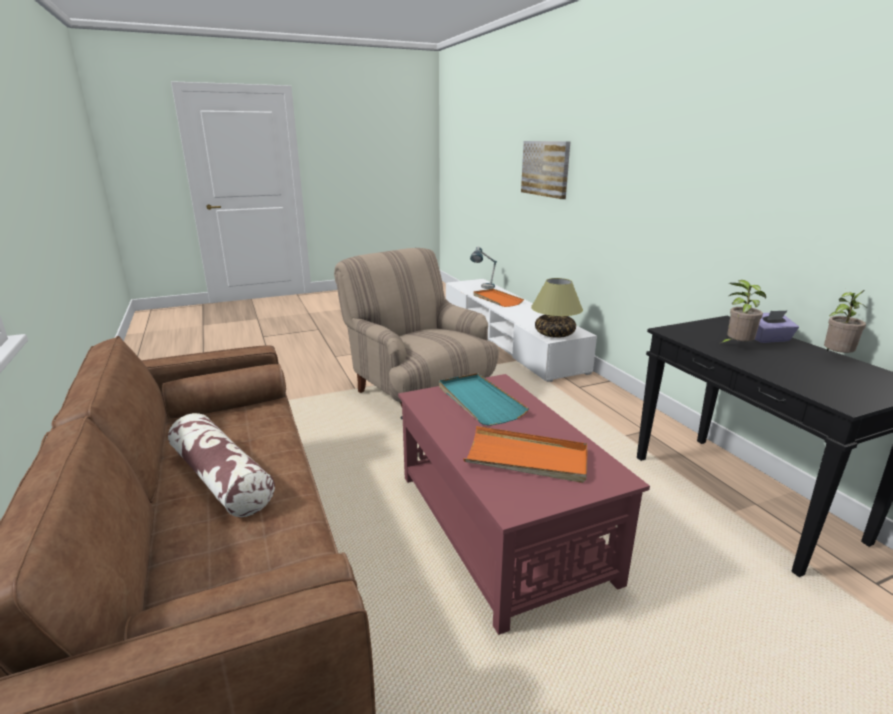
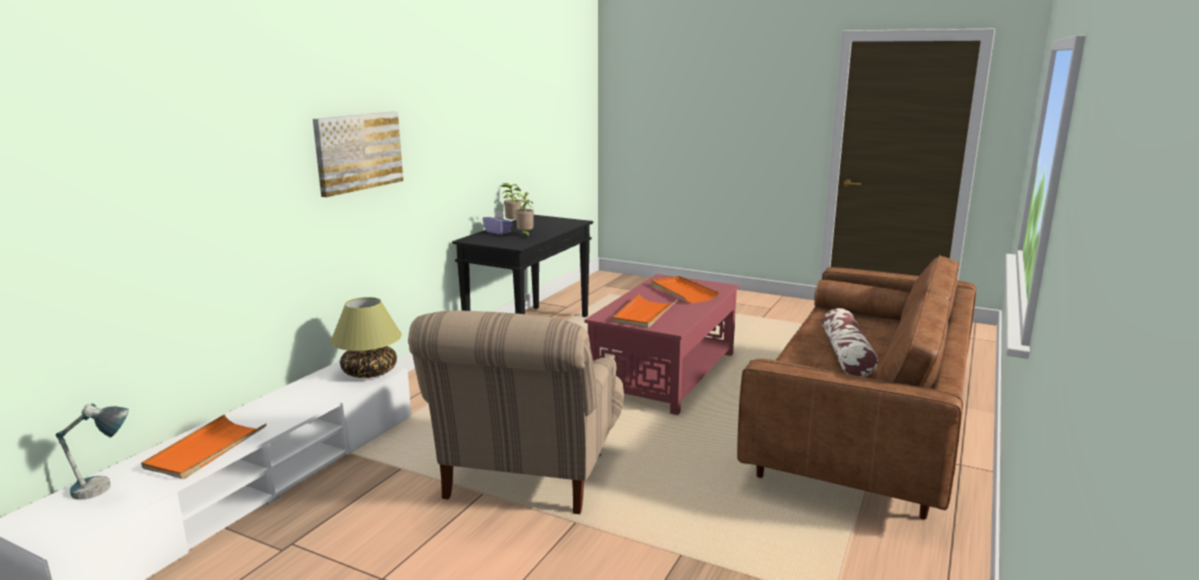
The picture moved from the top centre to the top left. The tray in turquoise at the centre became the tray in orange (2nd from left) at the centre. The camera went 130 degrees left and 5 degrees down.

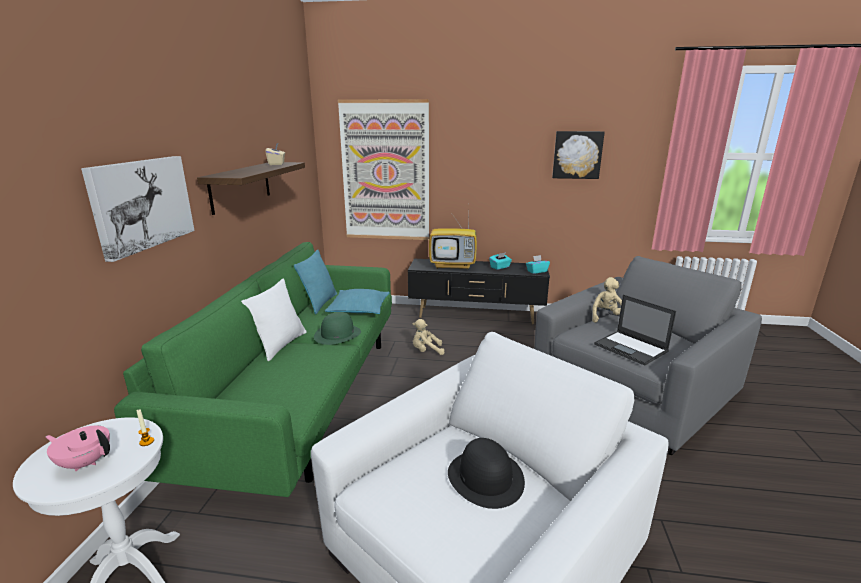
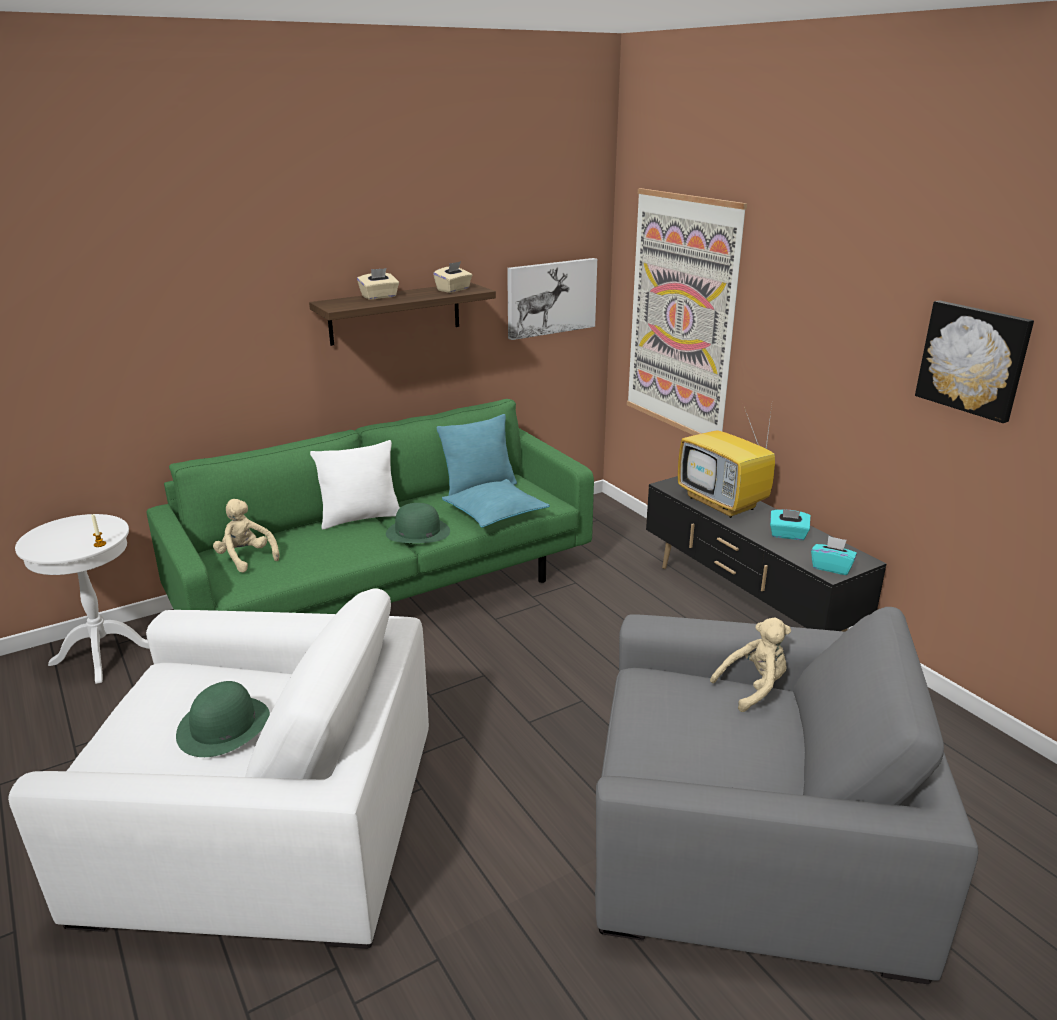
The teapot in pink at the bottom left disappeared. The laptop at the middle right disappeared. The tissue box in beige (1st from left) at the top centre appeared. The picture (1st from left) moved from the middle left to the top centre. The plush toy in beige (1st from left) moved from the centre to the middle left. The hat in black at the bottom centre became the hat in green (1st from left) at the bottom left. The camera went 50 degrees right and 5 degrees up.

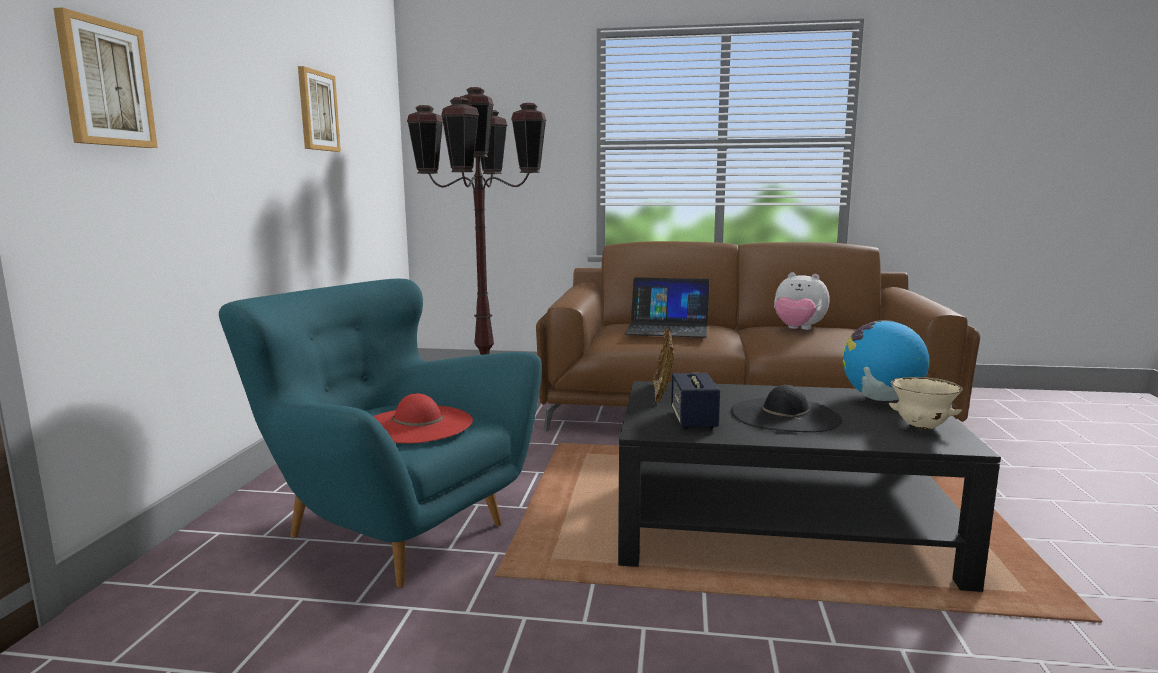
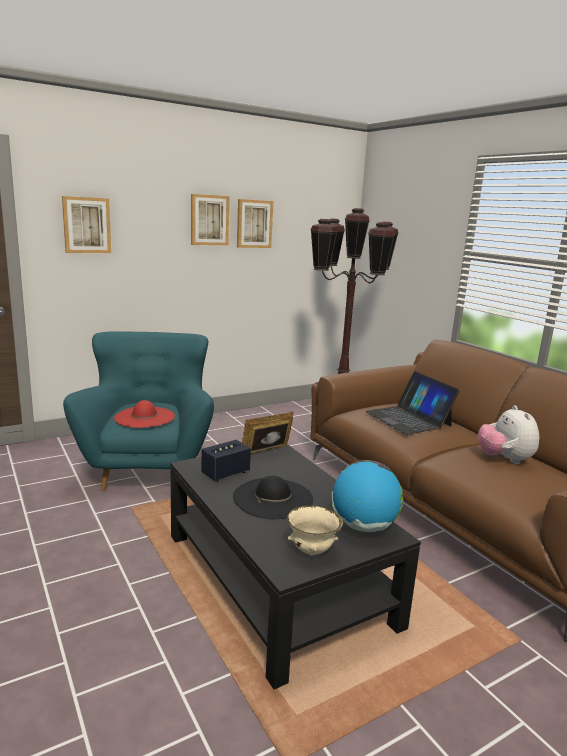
The picture (2nd from left) at the top centre appeared. The camera went 50 degrees right and 5 degrees up.

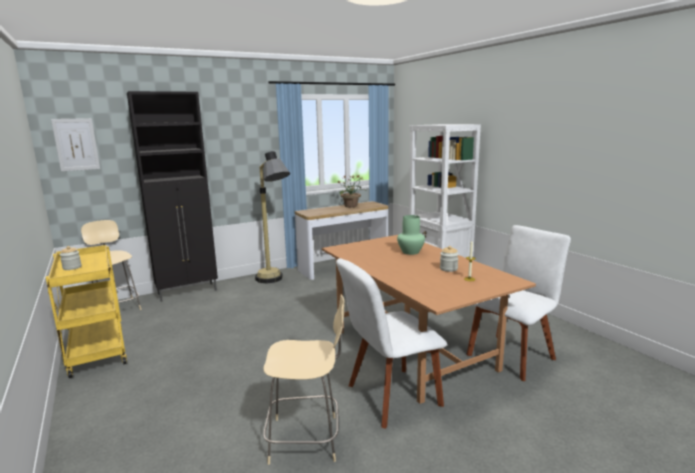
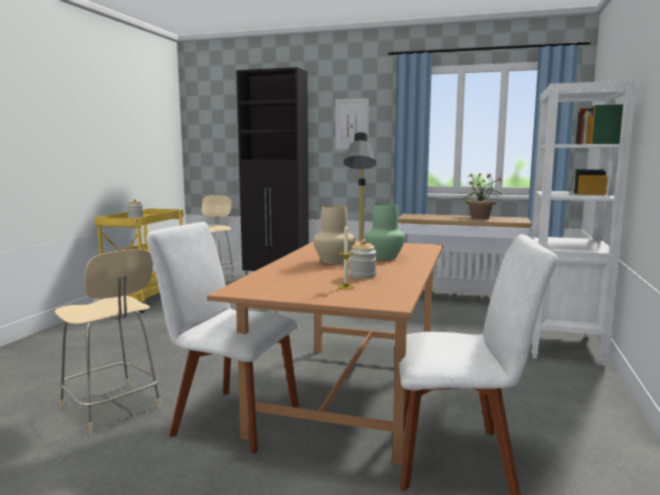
The vase in beige at the centre appeared. The picture moved from the top left to the top centre. The camera went 45 degrees right and 5 degrees down.

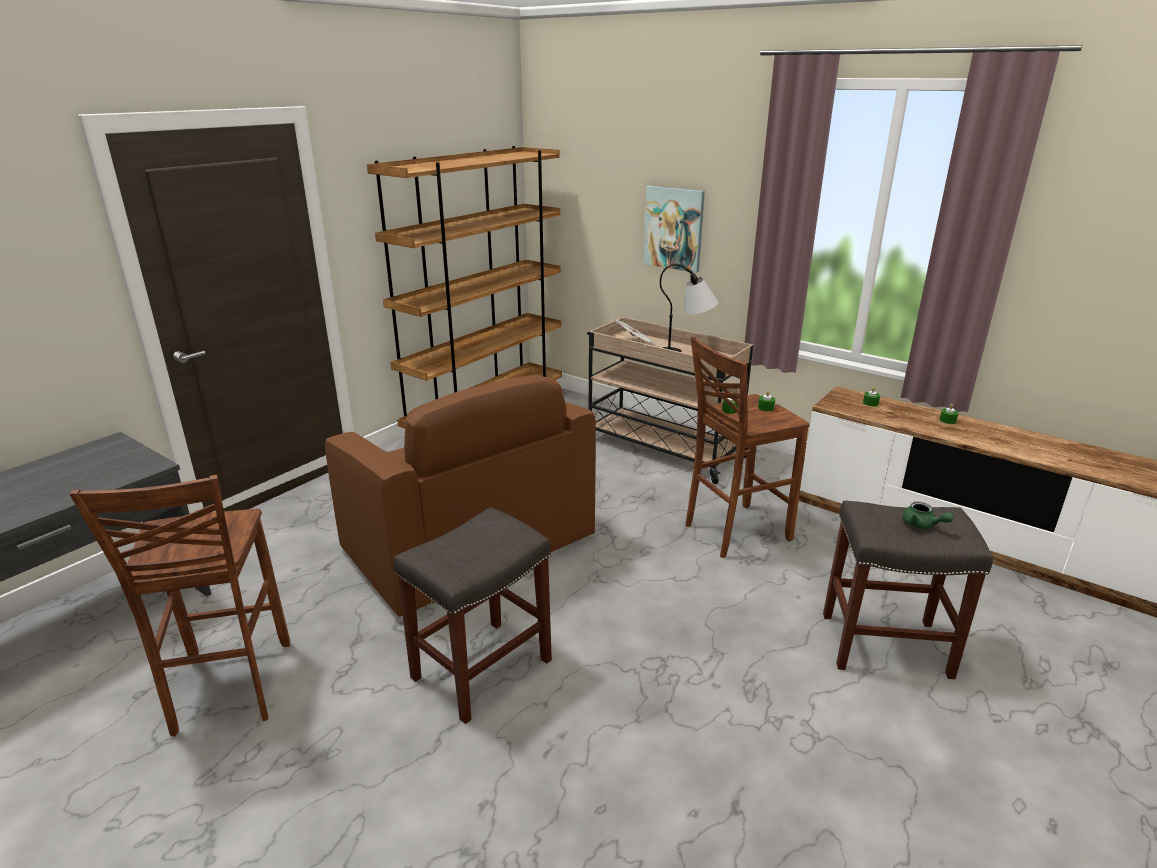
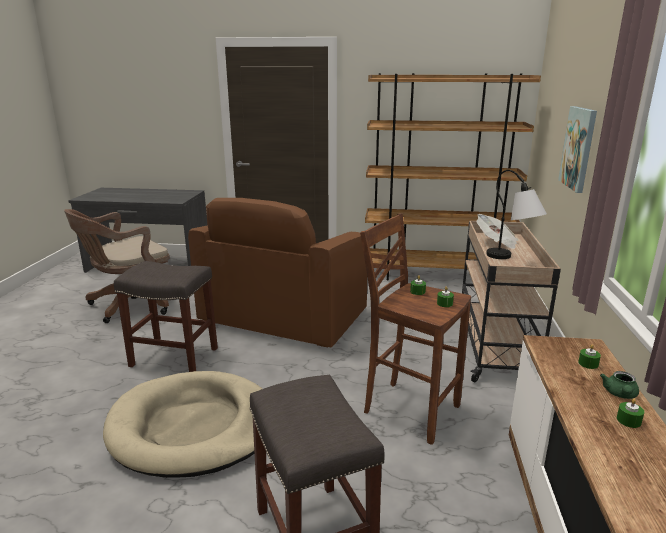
The dog bed in beige at the bottom left appeared. The teapot in green moved from the middle right to the bottom right. The stool in brown (1st from left) at the bottom left was replaced by the office chair in brown at the middle left. The camera went 60 degrees right and 5 degrees down.

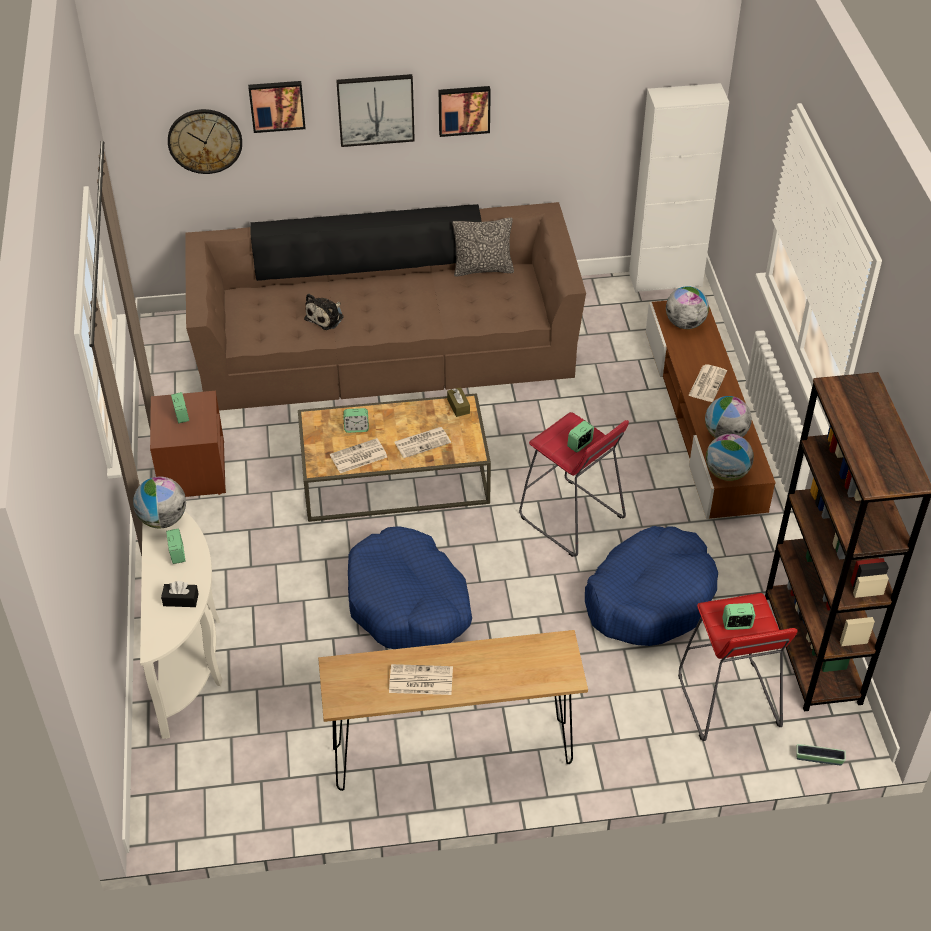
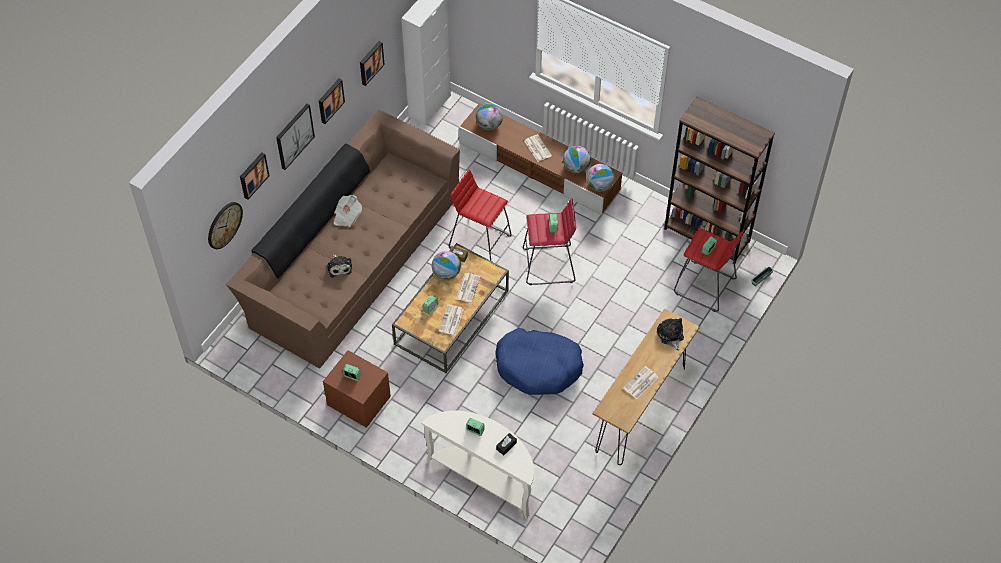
The pillow at the top centre disappeared. The dog bed in blue (2nd from left) at the middle right disappeared. The newspaper (1st from left) at the centre appeared. The picture (4th from left) at the top centre appeared. The stool in red (1st from left) at the centre appeared. The plush toy (2nd from left) at the middle right appeared. The globe (1st from left) moved from the middle left to the centre. The camera went 50 degrees left and 10 degrees up.

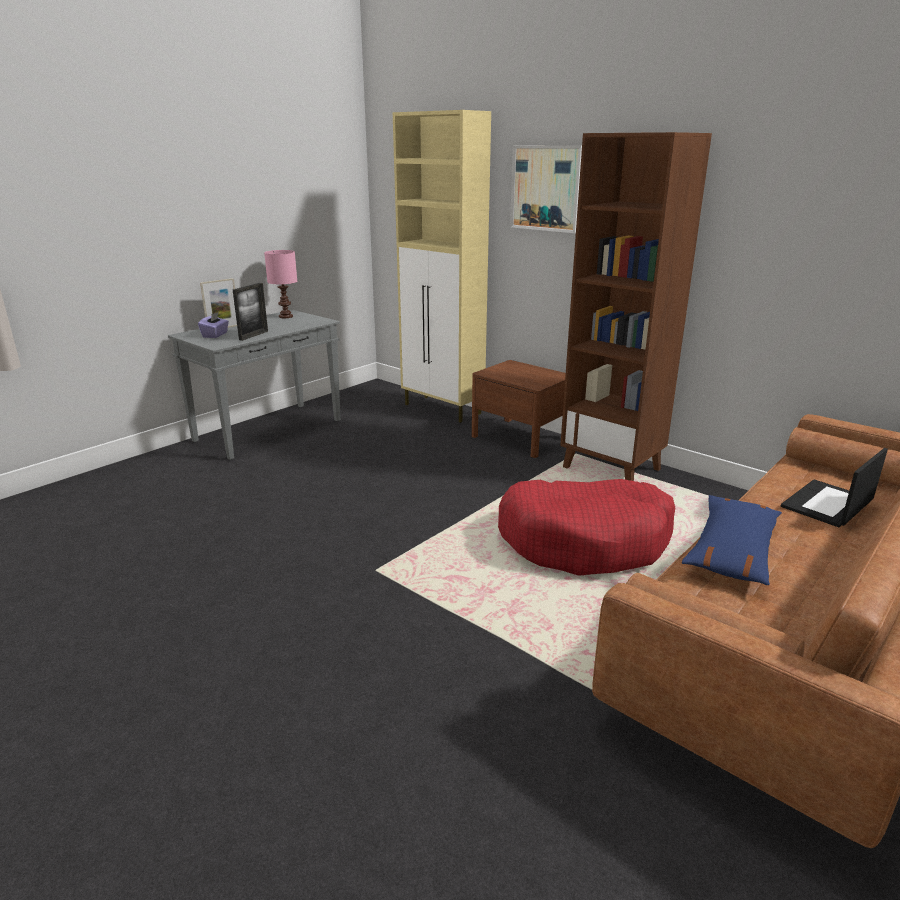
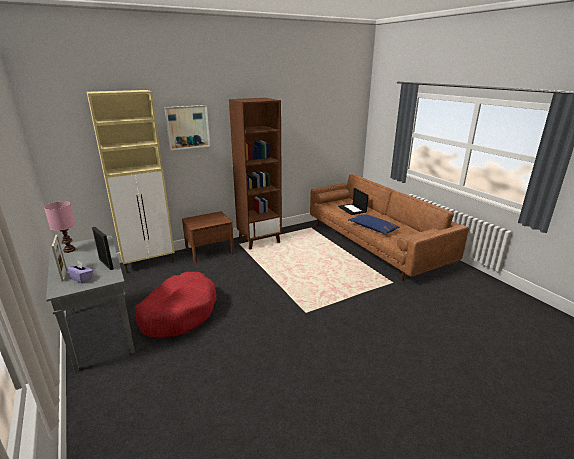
The dog bed in red moved from the centre to the middle left. The camera went 70 degrees left and 0 degrees up.

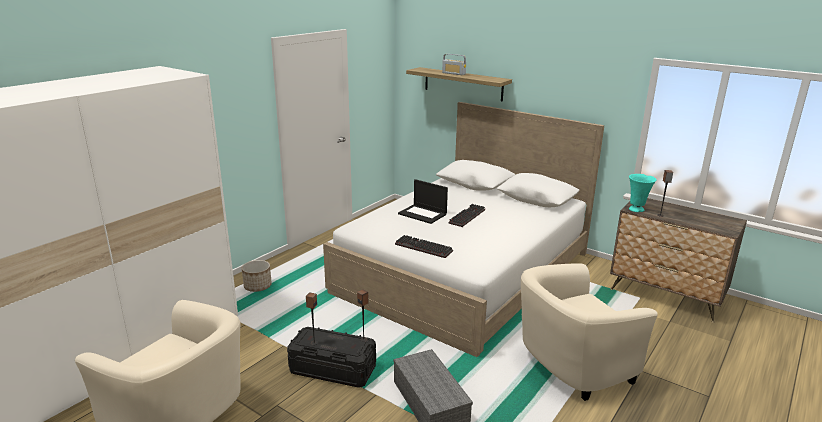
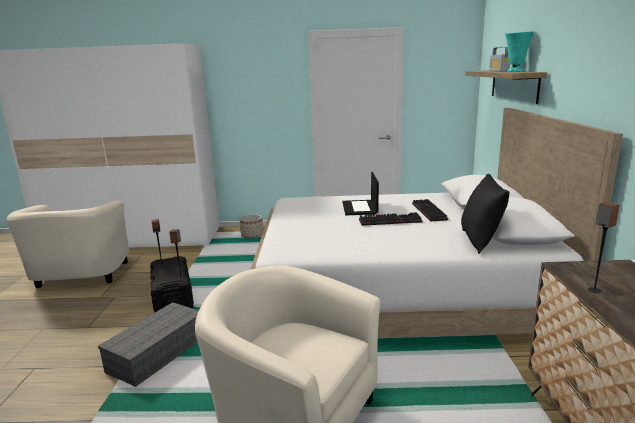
The pillow in black at the middle right appeared. The keyboard (1st from left in the first image) moved from the centre to the middle right. The vase in turquoise moved from the middle right to the top right. The camera went 55 degrees right and 5 degrees down.

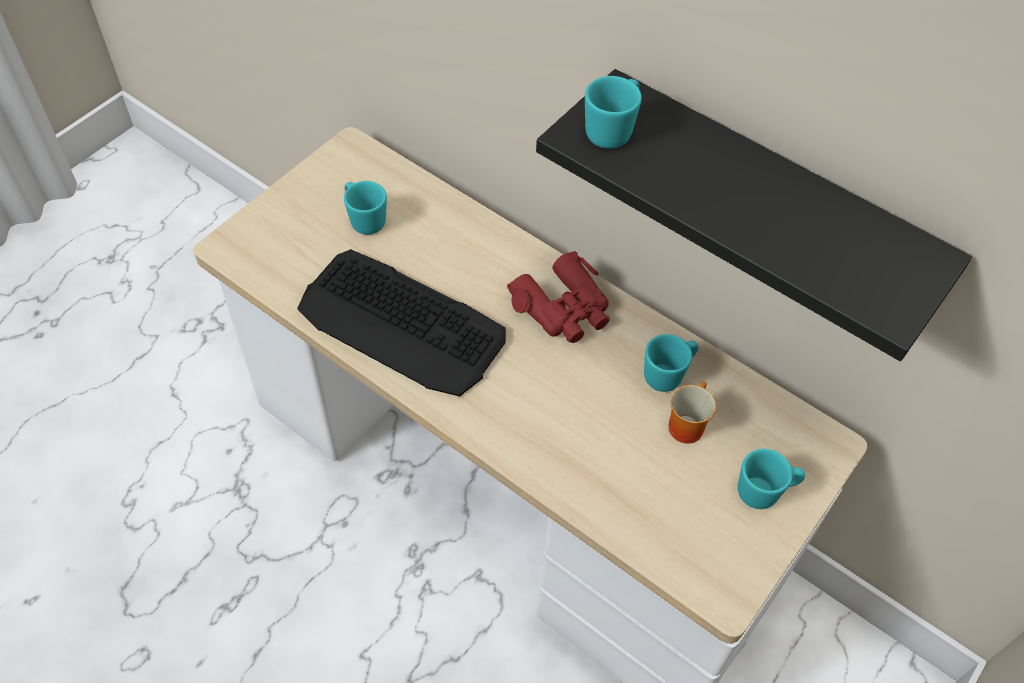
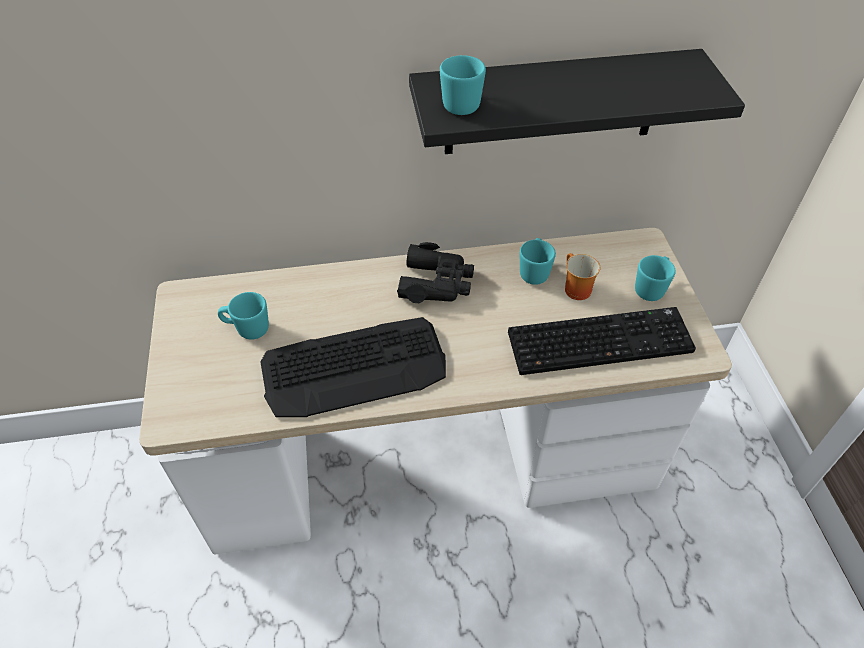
The keyboard (2nd from left) at the middle right appeared. The binoculars in red at the centre became the binoculars in black at the centre. The camera went 45 degrees left and 5 degrees down.

